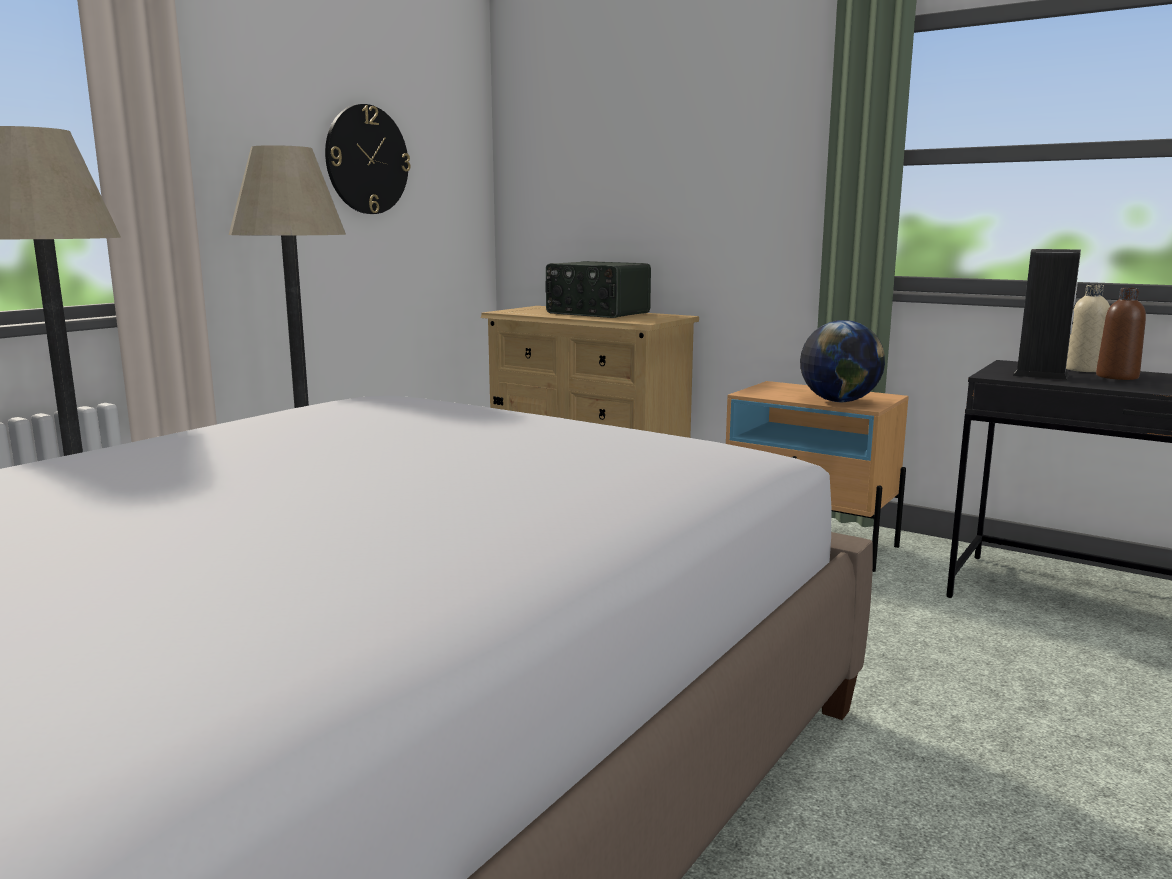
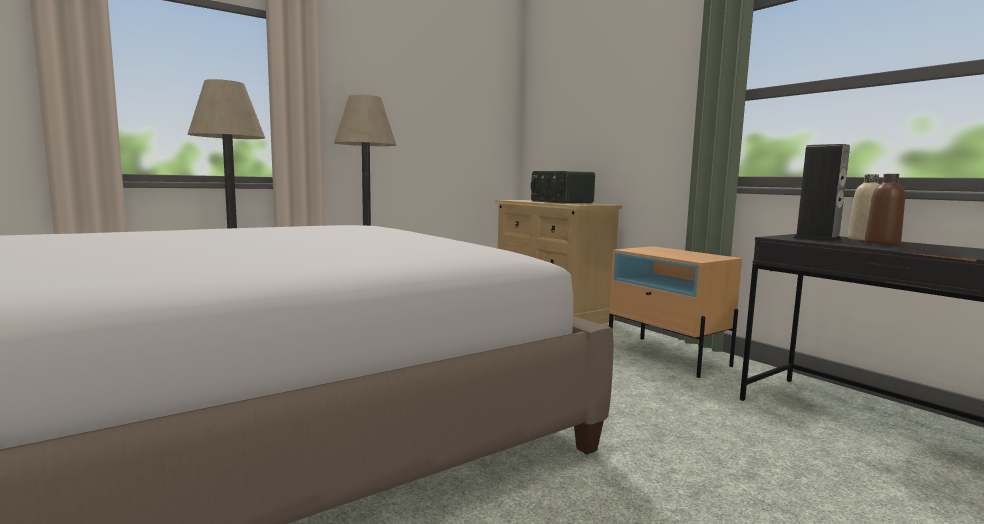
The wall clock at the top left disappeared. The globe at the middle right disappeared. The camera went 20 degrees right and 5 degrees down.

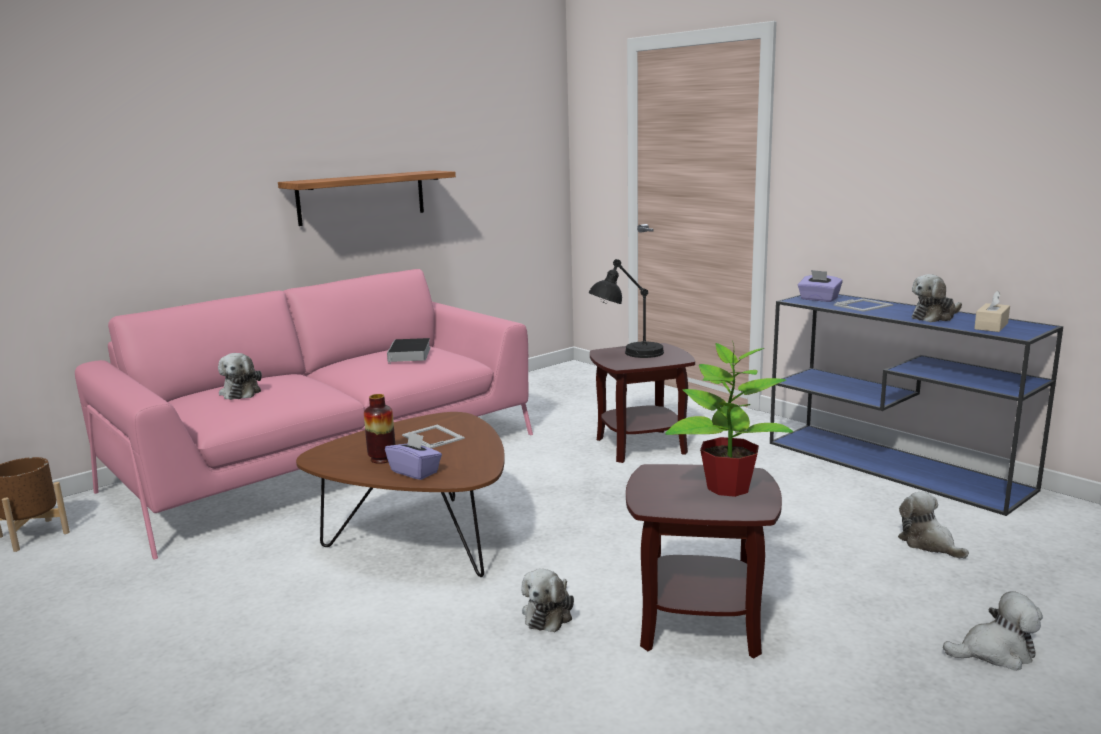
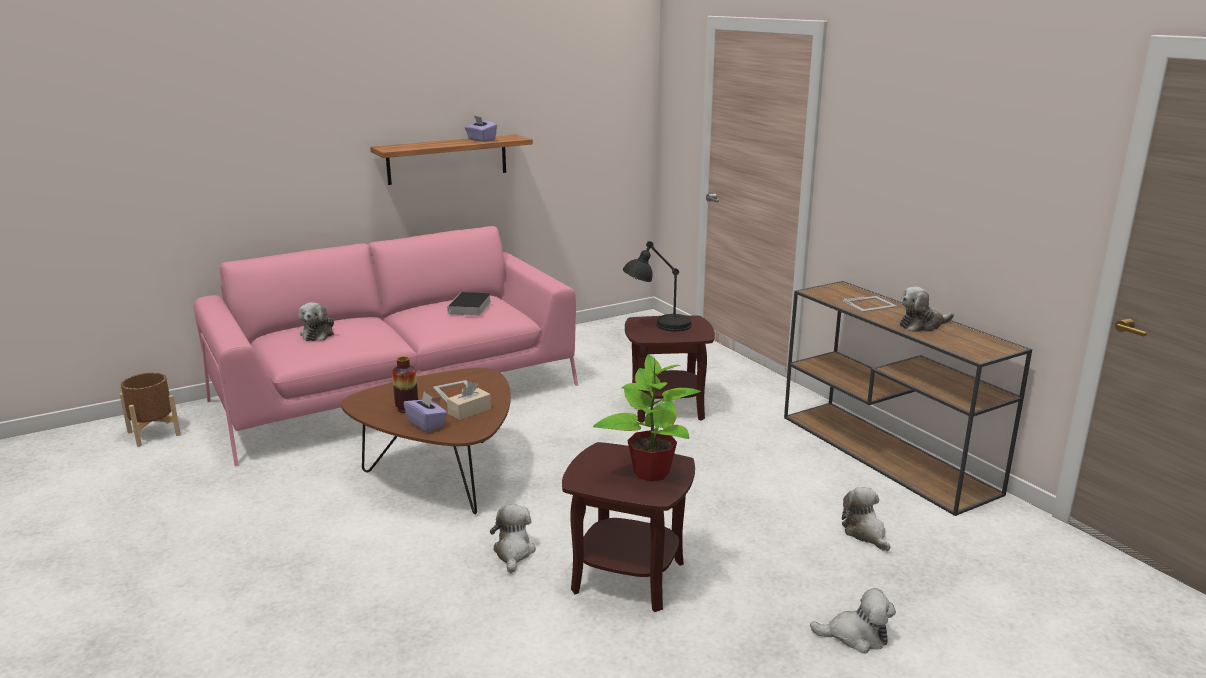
The tissue box in purple (2nd from left) moved from the middle right to the top centre. The tissue box in beige moved from the middle right to the centre. The console table in blue at the middle right became the console table in brown at the middle right. The plush toy (2nd from left) at the bottom centre turned 150 degrees clockwise. The camera went 10 degrees right and 5 degrees up.

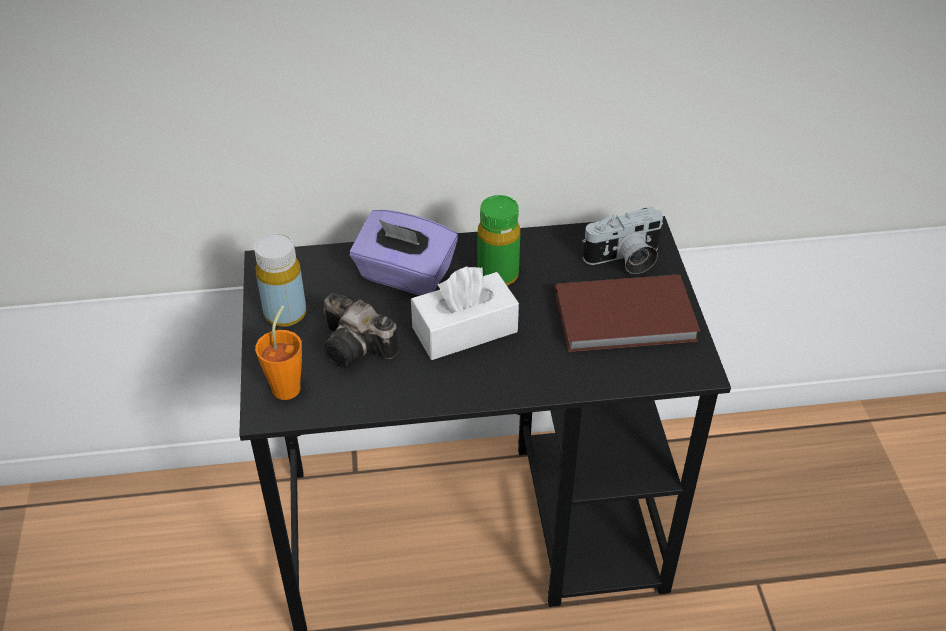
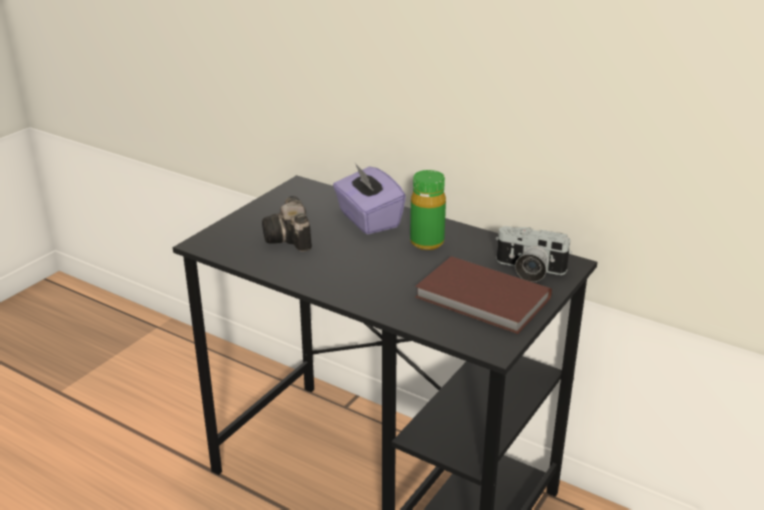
The bottle in yellow at the middle left disappeared. The cup in orange at the middle left disappeared. The tissue box in white at the centre disappeared. The camera went 40 degrees right and 15 degrees down.

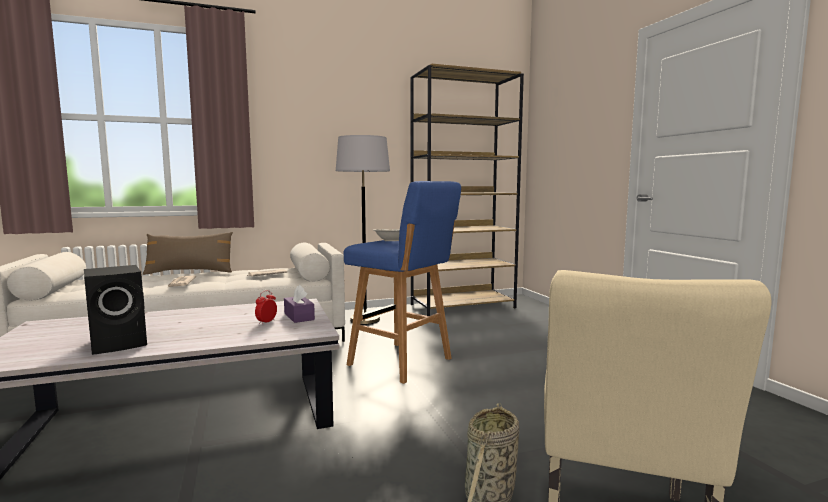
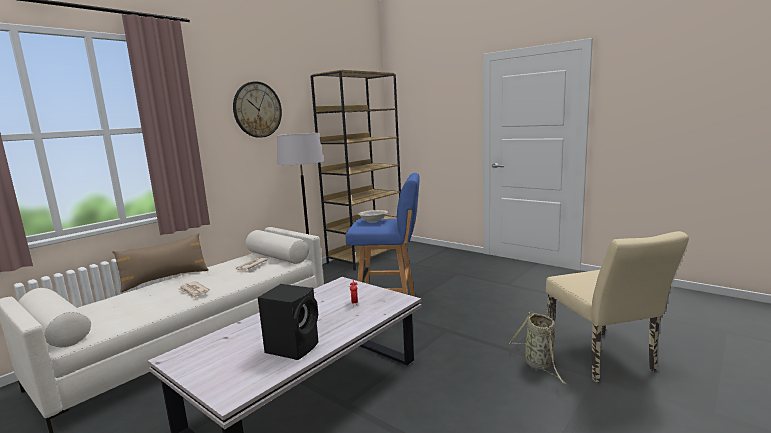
The tissue box in purple at the centre disappeared. The wall clock at the top centre appeared. The camera went 30 degrees left and 5 degrees up.

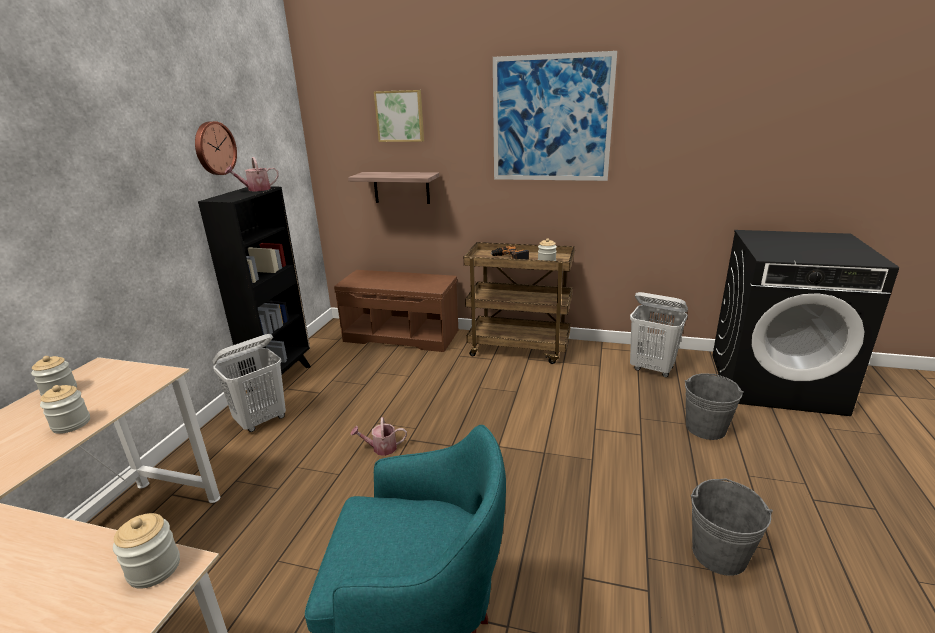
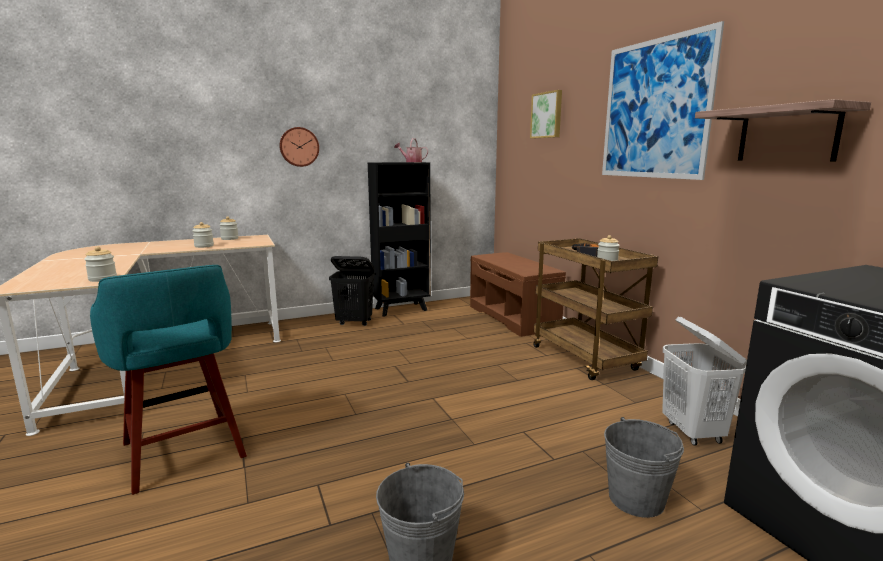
The watering can (2nd from left) at the bottom centre disappeared. The wall clock moved from the top left to the top centre. The shelf moved from the top centre to the top right. The laundry basket in white (1st from left) at the middle left became the laundry basket in black at the centre. The camera went 50 degrees right and 10 degrees down.

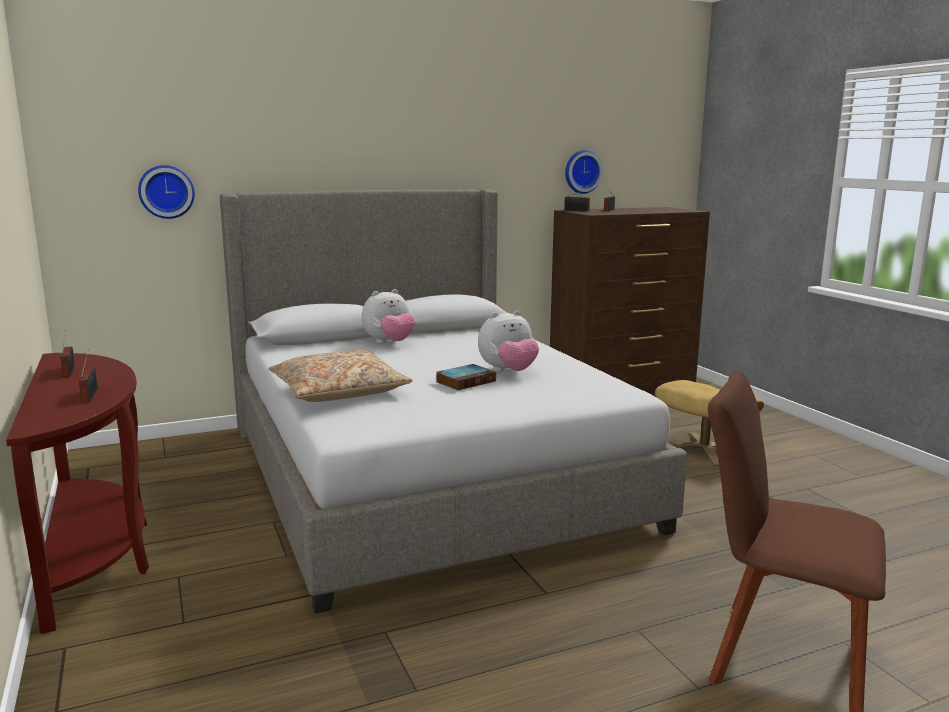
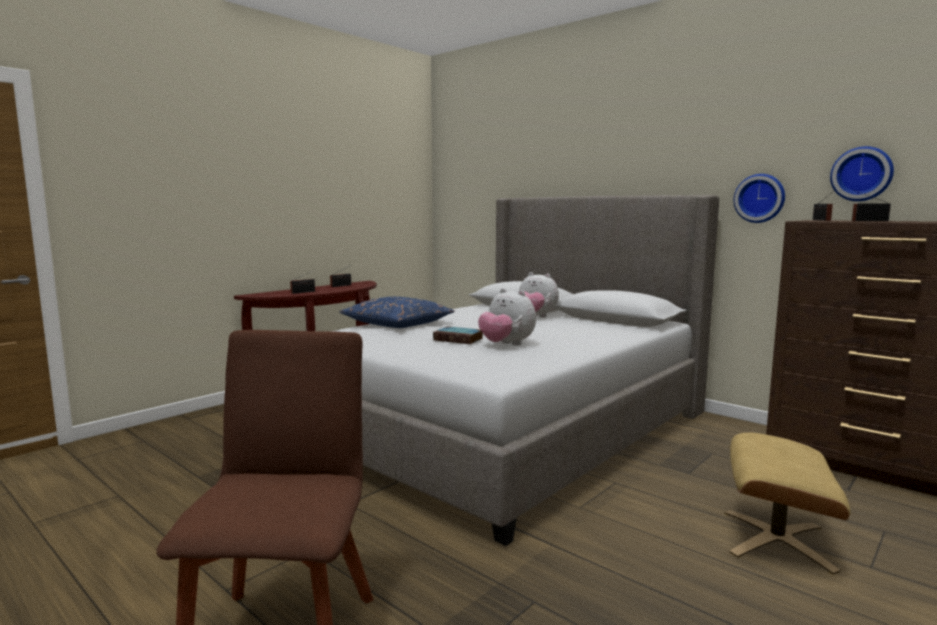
The wall clock (1st from left) moved from the top left to the top right. The pillow in beige at the centre became the pillow in blue at the centre. The camera went 65 degrees right and 5 degrees down.

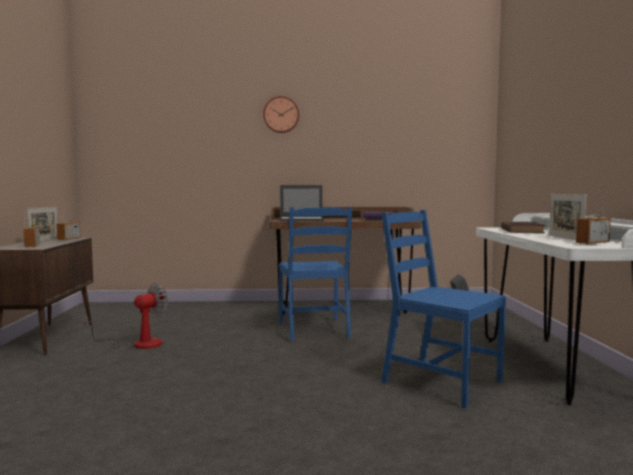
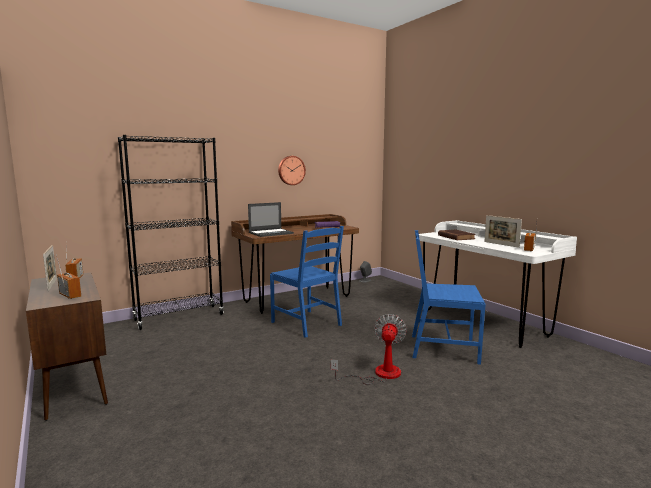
The bookcase in black at the middle left appeared. The fan moved from the middle left to the bottom centre. The wall clock moved from the top centre to the centre. The camera went 30 degrees left and 5 degrees up.

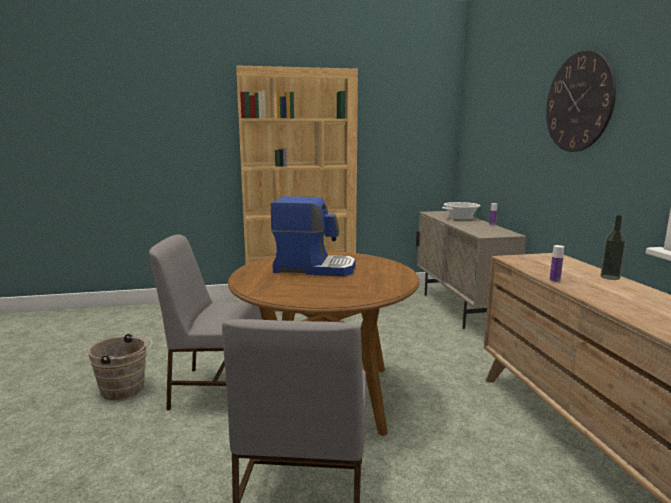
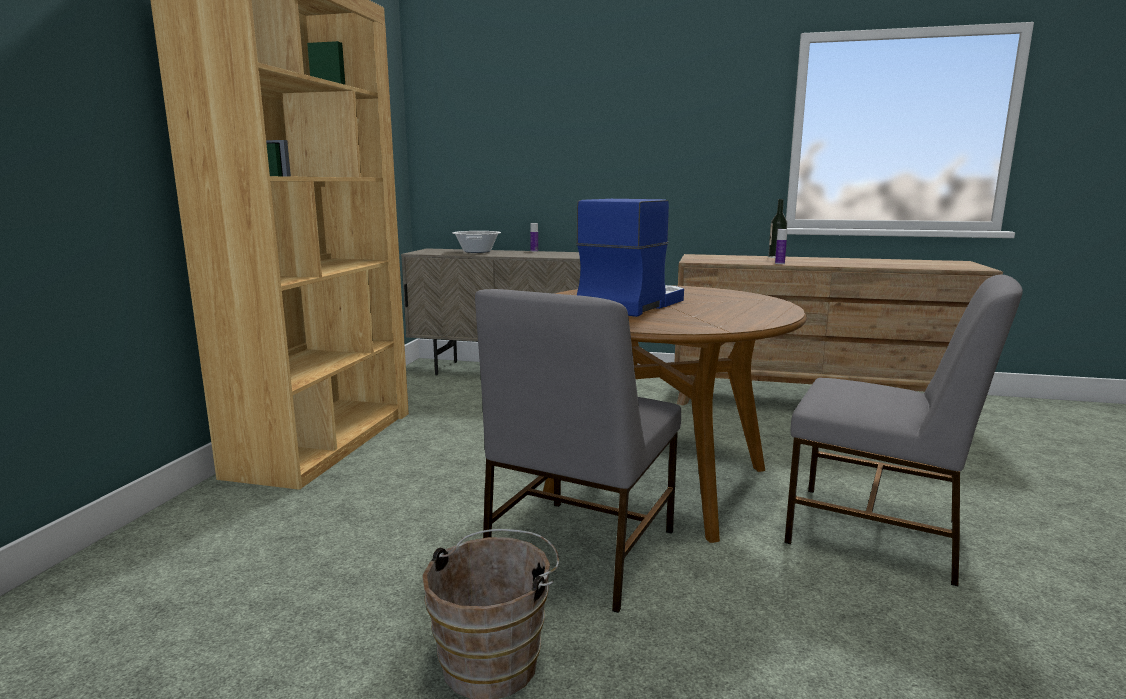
The wall clock at the top right disappeared. The camera went 65 degrees left and 0 degrees up.

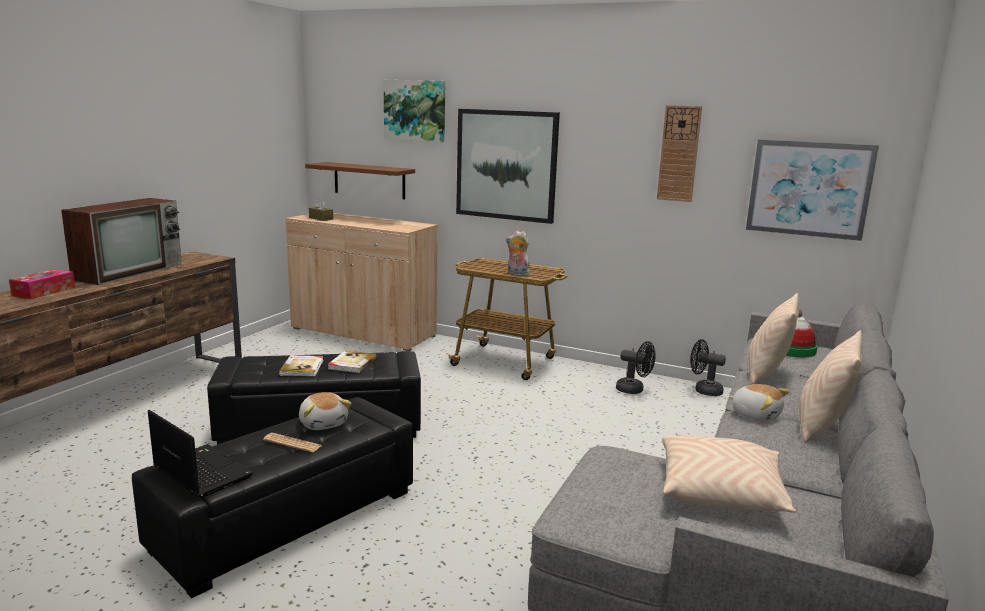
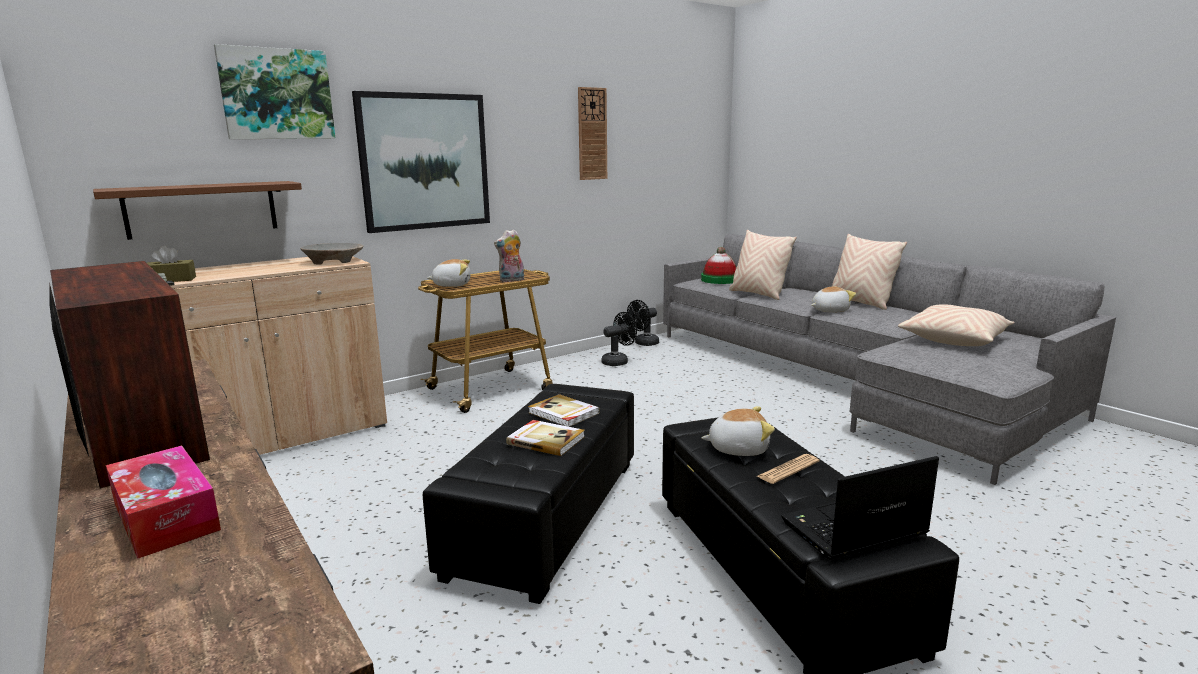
The picture (3rd from left) at the top right disappeared. The bowl in beige at the middle left appeared. The plush toy (1st from left) at the centre appeared. The camera went 60 degrees left and 0 degrees up.

